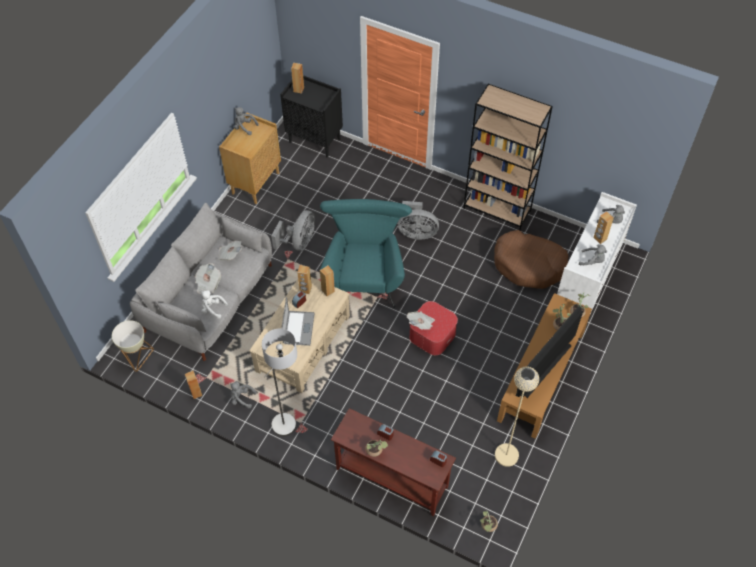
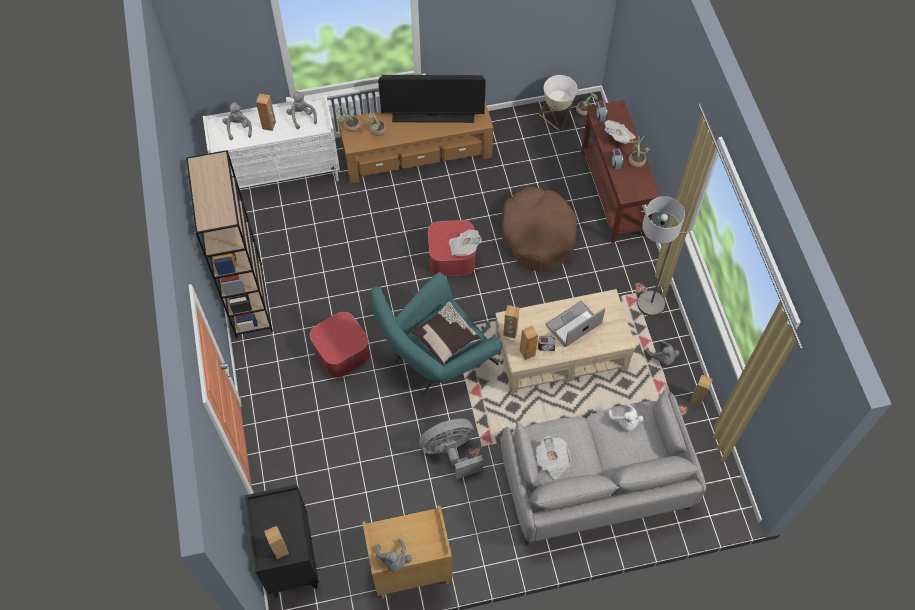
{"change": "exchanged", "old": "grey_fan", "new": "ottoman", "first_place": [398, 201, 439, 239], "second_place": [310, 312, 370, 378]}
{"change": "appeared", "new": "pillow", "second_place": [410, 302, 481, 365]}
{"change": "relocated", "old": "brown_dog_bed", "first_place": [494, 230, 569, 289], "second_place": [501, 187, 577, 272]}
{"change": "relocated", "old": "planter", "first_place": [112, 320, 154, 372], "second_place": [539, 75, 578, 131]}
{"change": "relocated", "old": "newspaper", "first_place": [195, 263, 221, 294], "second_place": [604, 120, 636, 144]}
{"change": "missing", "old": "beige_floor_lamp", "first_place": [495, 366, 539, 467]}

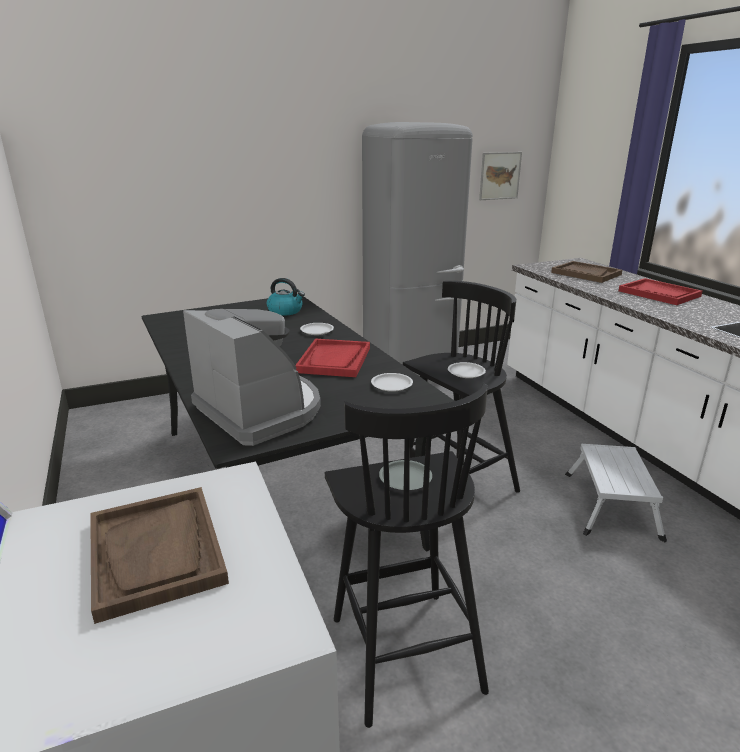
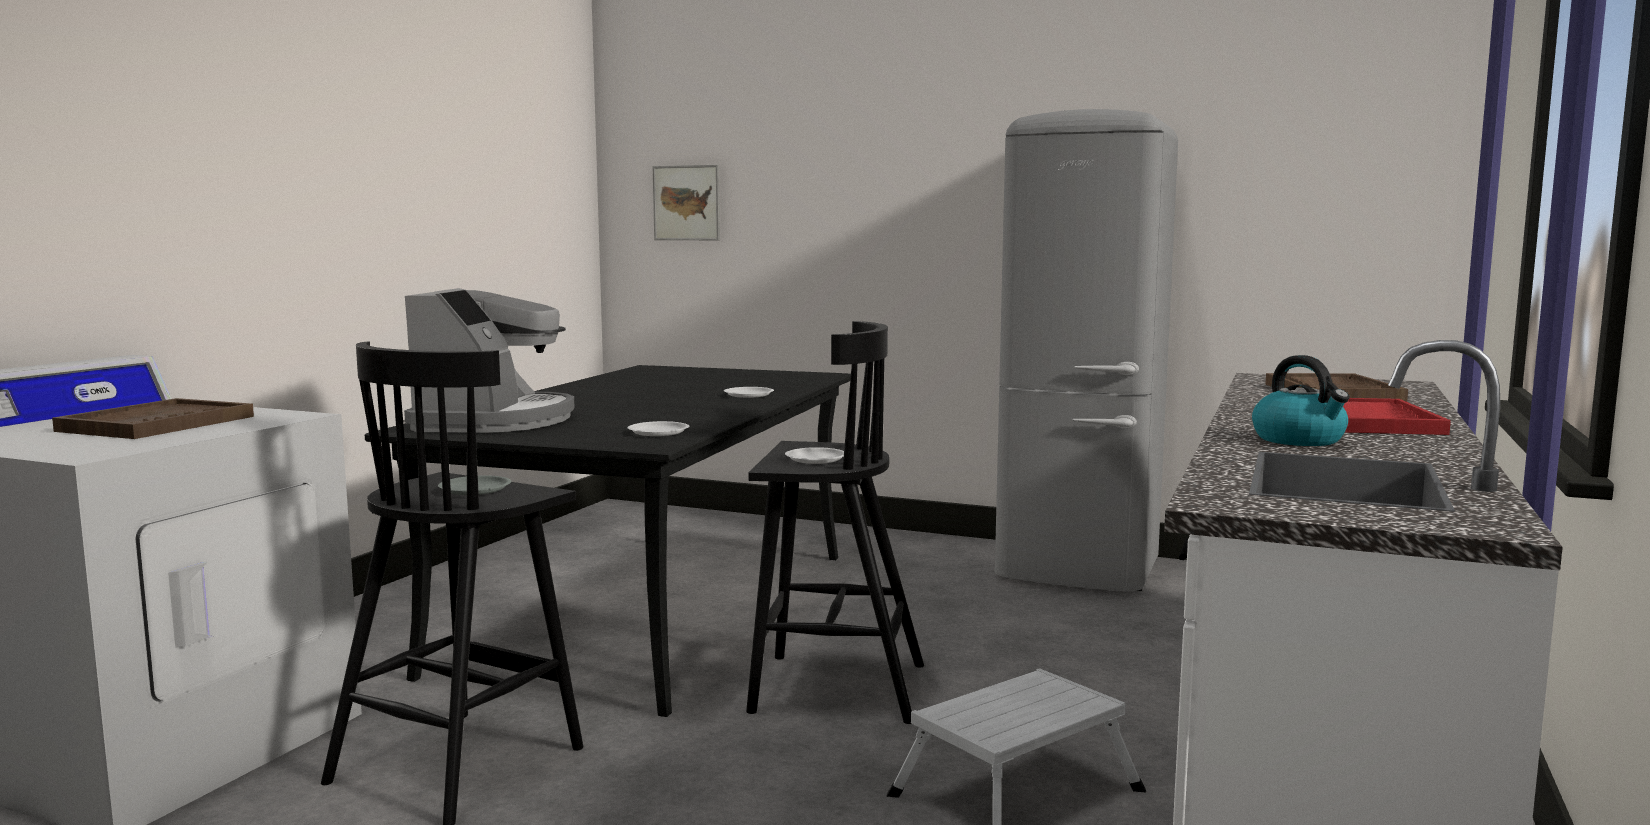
{"change": "relocated", "old": "picture", "first_place": [479, 152, 522, 200], "second_place": [652, 165, 720, 240]}
{"change": "relocated", "old": "kettle", "first_place": [267, 278, 305, 316], "second_place": [1252, 355, 1350, 446]}
{"change": "missing", "old": "red_tray", "first_place": [295, 339, 370, 377]}

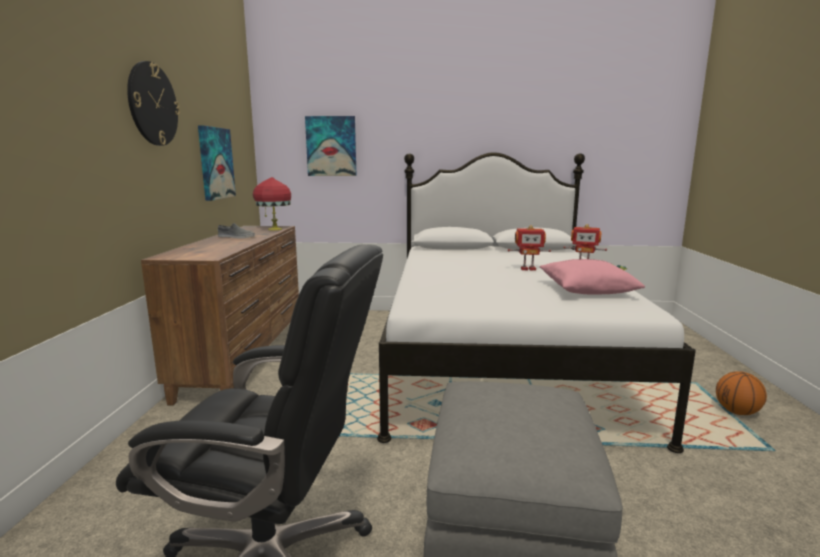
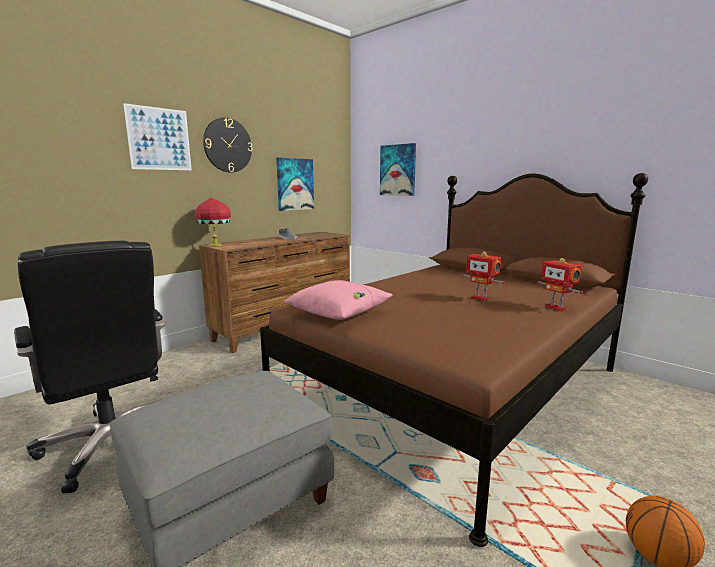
{"change": "appeared", "new": "picture", "second_place": [123, 103, 192, 170]}
{"change": "relocated", "old": "red_table_lamp", "first_place": [253, 177, 291, 230], "second_place": [195, 197, 231, 246]}
{"change": "colour", "old": "white_bed", "new": "brown_bed", "first_place": [377, 152, 696, 453], "second_place": [260, 173, 648, 547]}
{"change": "relocated", "old": "pink_pillow", "first_place": [540, 259, 645, 295], "second_place": [284, 280, 392, 320]}

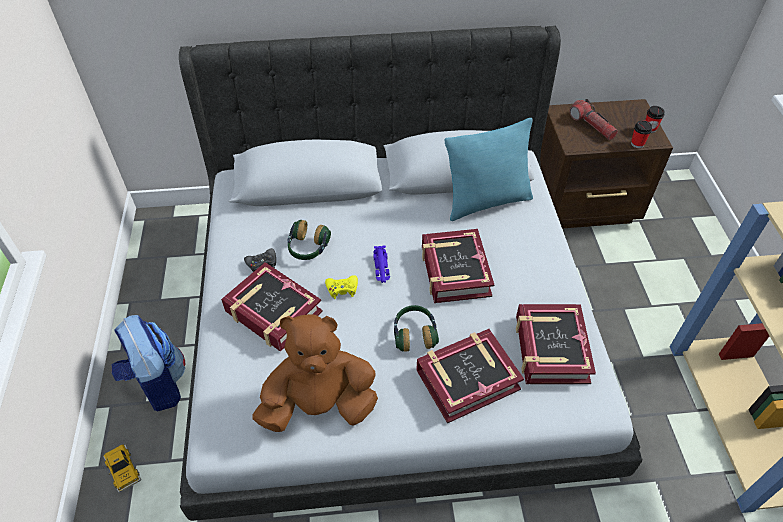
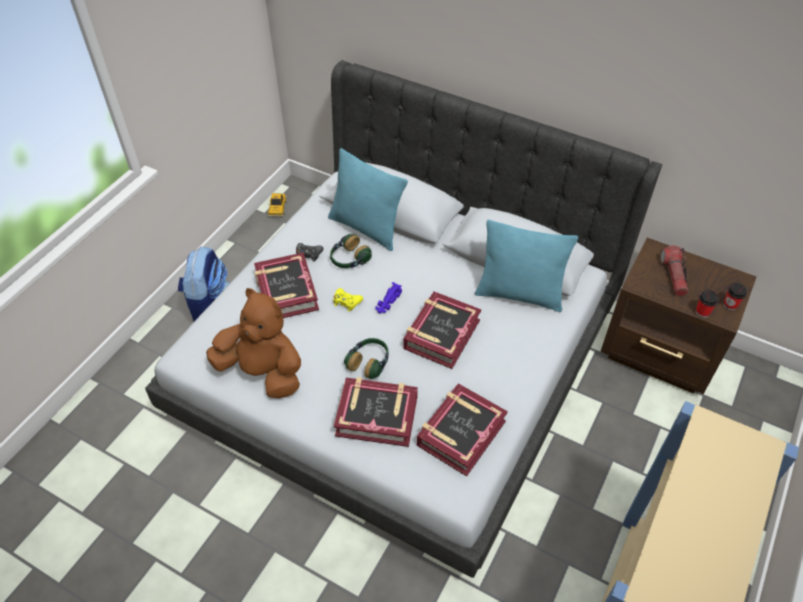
{"change": "relocated", "old": "toy_car", "first_place": [103, 444, 141, 493], "second_place": [268, 193, 287, 217]}
{"change": "appeared", "new": "turquoise_pillow", "second_place": [328, 148, 408, 251]}

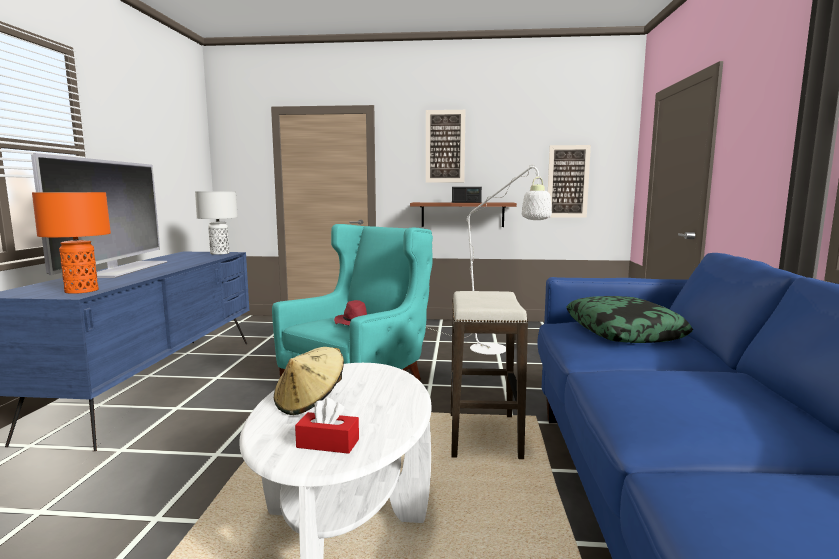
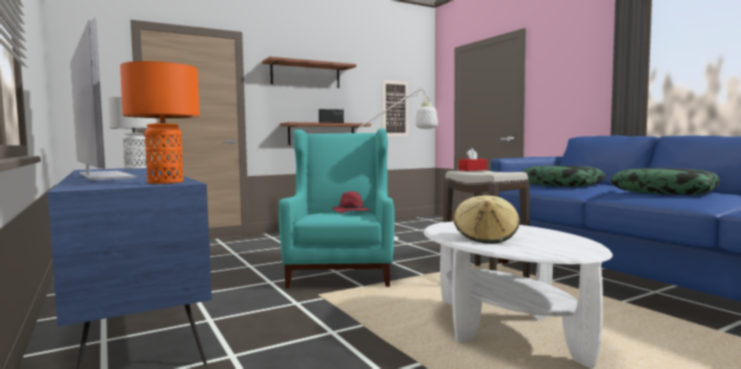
{"change": "exchanged", "old": "picture", "new": "brown_shelf", "first_place": [426, 110, 465, 182], "second_place": [262, 57, 356, 88]}
{"change": "relocated", "old": "red_tissue_box", "first_place": [295, 398, 359, 454], "second_place": [459, 149, 487, 171]}
{"change": "appeared", "new": "pillow", "second_place": [610, 168, 721, 195]}

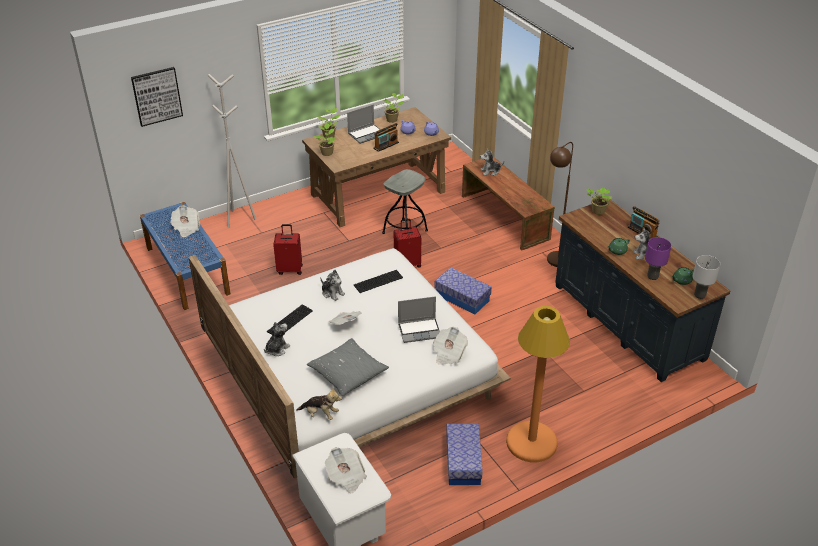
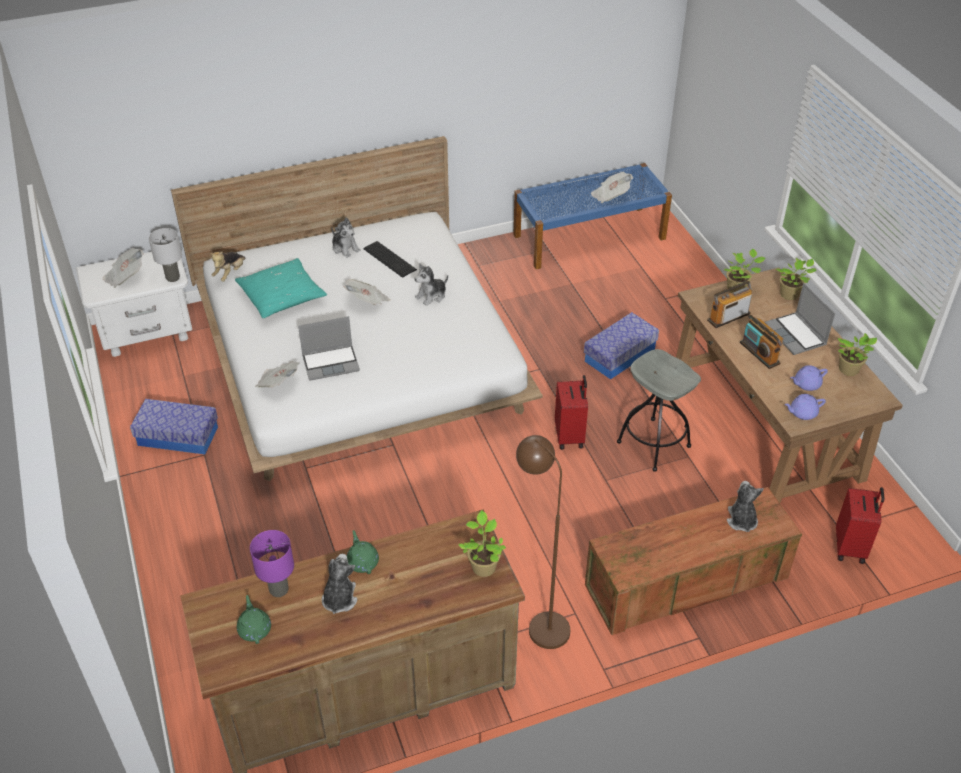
{"change": "relocated", "old": "white_table_lamp", "first_place": [692, 255, 720, 299], "second_place": [149, 228, 182, 282]}
{"change": "colour", "old": "grey_pillow", "new": "turquoise_pillow", "first_place": [307, 338, 389, 396], "second_place": [235, 258, 327, 318]}
{"change": "spun", "old": "laptop", "first_place": [398, 296, 440, 343], "second_place": [298, 316, 360, 381], "degrees": -105}
{"change": "relocated", "old": "storage_box", "first_place": [434, 267, 492, 315], "second_place": [584, 312, 659, 380]}
{"change": "relocated", "old": "radio", "first_place": [628, 206, 660, 239], "second_place": [707, 281, 752, 328]}
{"change": "relocated", "old": "red_suitcase", "first_place": [273, 224, 303, 275], "second_place": [836, 487, 884, 564]}
{"change": "missing", "old": "picture", "first_place": [131, 67, 183, 127]}
{"change": "missing", "old": "grey_clothes_rack", "first_place": [208, 74, 256, 228]}
{"change": "missing", "old": "keyboard", "first_place": [354, 270, 403, 293]}
{"change": "missing", "old": "orange_floor_lamp", "first_place": [506, 306, 570, 462]}

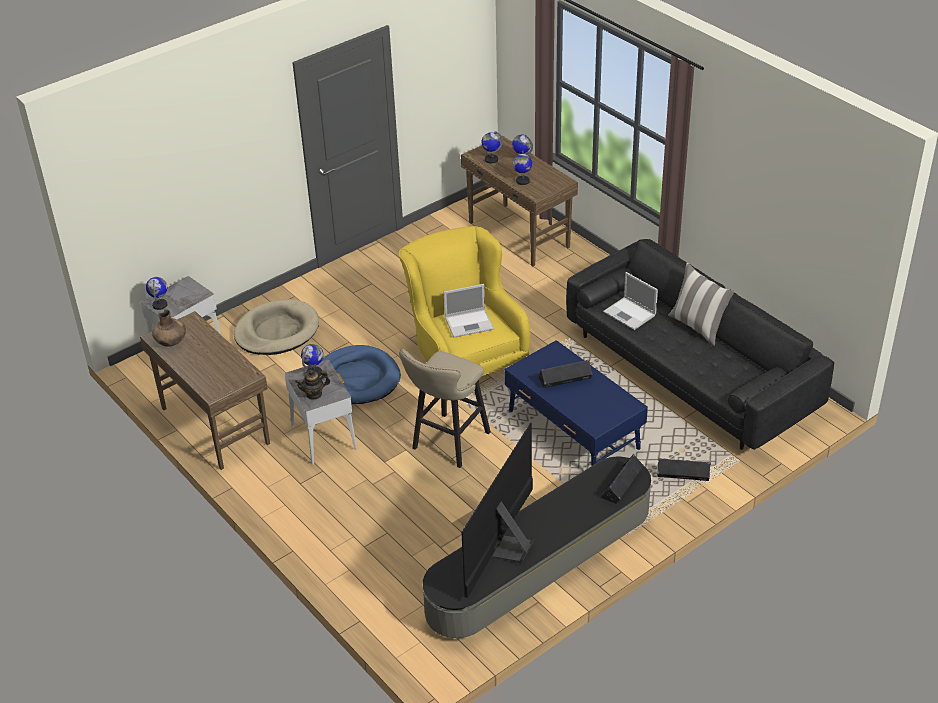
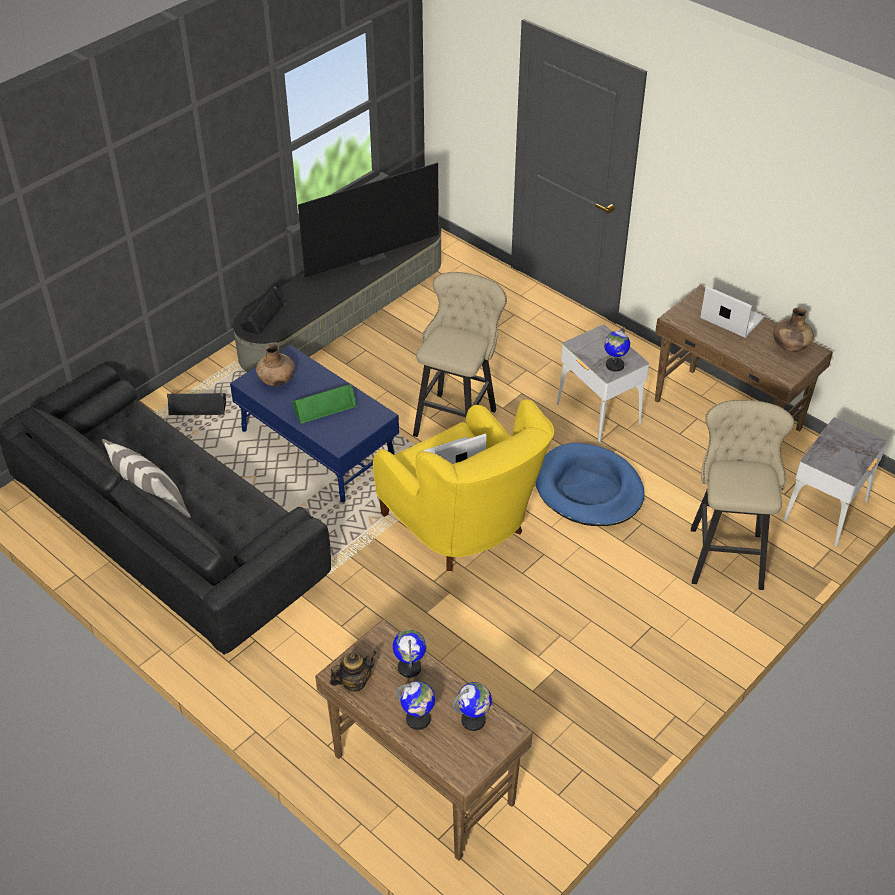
{"change": "appeared", "new": "brown_vase", "second_place": [256, 343, 295, 386]}
{"change": "colour", "old": "black_speaker", "new": "green_speaker", "first_place": [538, 360, 593, 388], "second_place": [292, 384, 357, 424]}
{"change": "spun", "old": "television", "first_place": [461, 422, 535, 598], "second_place": [298, 163, 439, 278], "degrees": 45}
{"change": "relocated", "old": "teapot", "first_place": [295, 370, 330, 400], "second_place": [330, 651, 377, 691]}
{"change": "exchanged", "old": "beige_dog_bed", "new": "beige_stool", "first_place": [234, 299, 319, 355], "second_place": [691, 400, 795, 590]}
{"change": "relocated", "old": "laptop", "first_place": [603, 272, 658, 330], "second_place": [700, 286, 765, 338]}
{"change": "missing", "old": "globe", "first_place": [146, 277, 167, 310]}

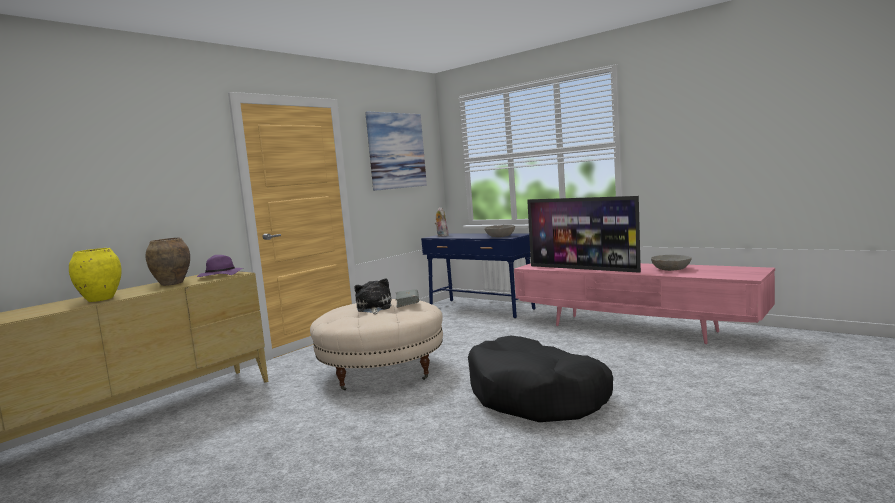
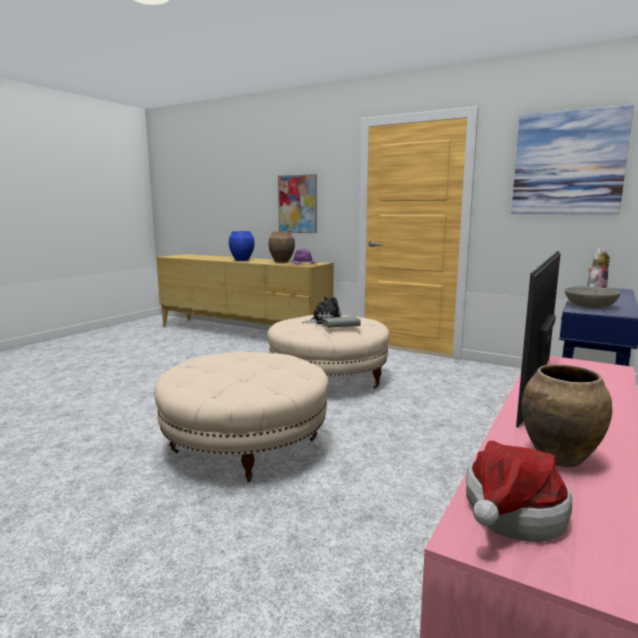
{"change": "exchanged", "old": "black_dog_bed", "new": "beige_ottoman", "first_place": [468, 336, 613, 422], "second_place": [154, 352, 328, 482]}
{"change": "colour", "old": "yellow_vase", "new": "blue_vase", "first_place": [69, 248, 122, 302], "second_place": [229, 231, 255, 261]}
{"change": "appeared", "new": "picture", "second_place": [278, 174, 317, 233]}
{"change": "appeared", "new": "hat", "second_place": [466, 440, 572, 542]}
{"change": "exchanged", "old": "grey_bowl", "new": "brown_vase", "first_place": [651, 255, 692, 271], "second_place": [522, 364, 612, 467]}

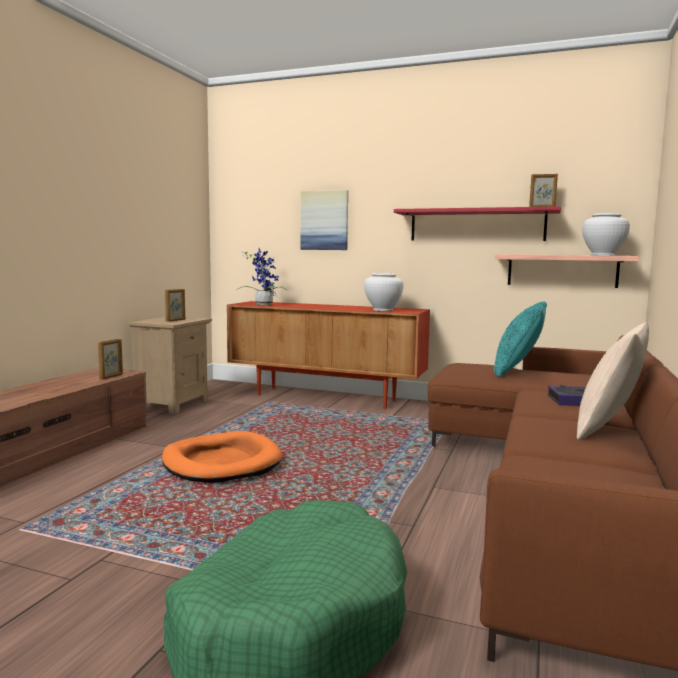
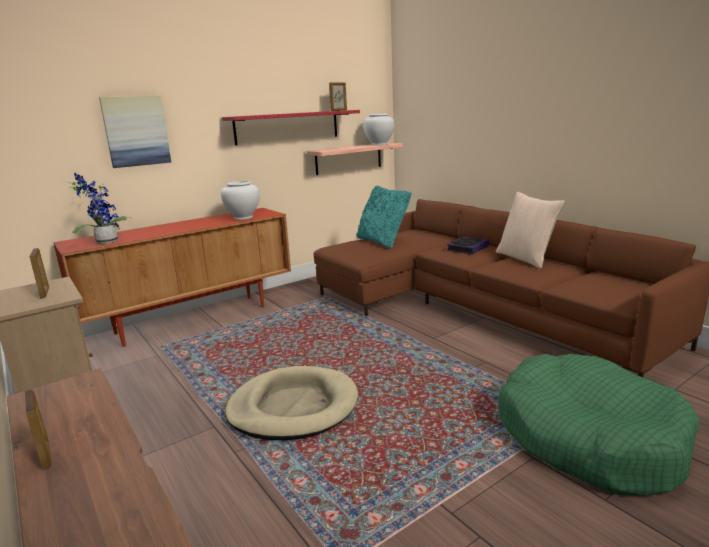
{"change": "relocated", "old": "picture_frame", "first_place": [98, 339, 123, 380], "second_place": [25, 390, 51, 470]}
{"change": "colour", "old": "orange_dog_bed", "new": "beige_dog_bed", "first_place": [162, 431, 282, 483], "second_place": [225, 366, 358, 440]}

